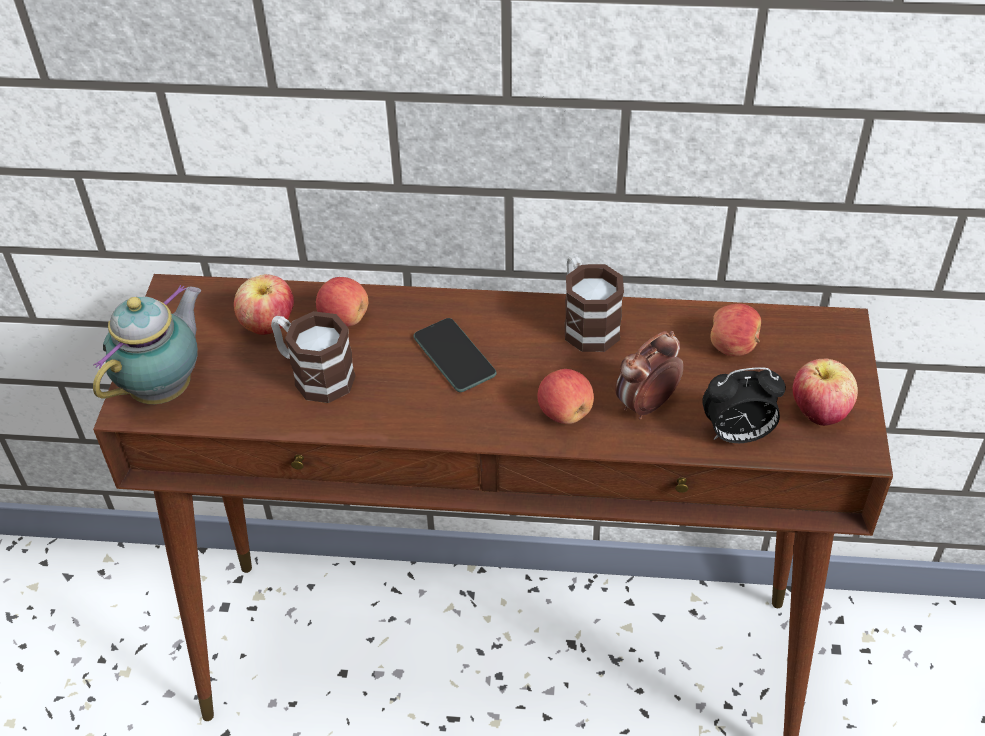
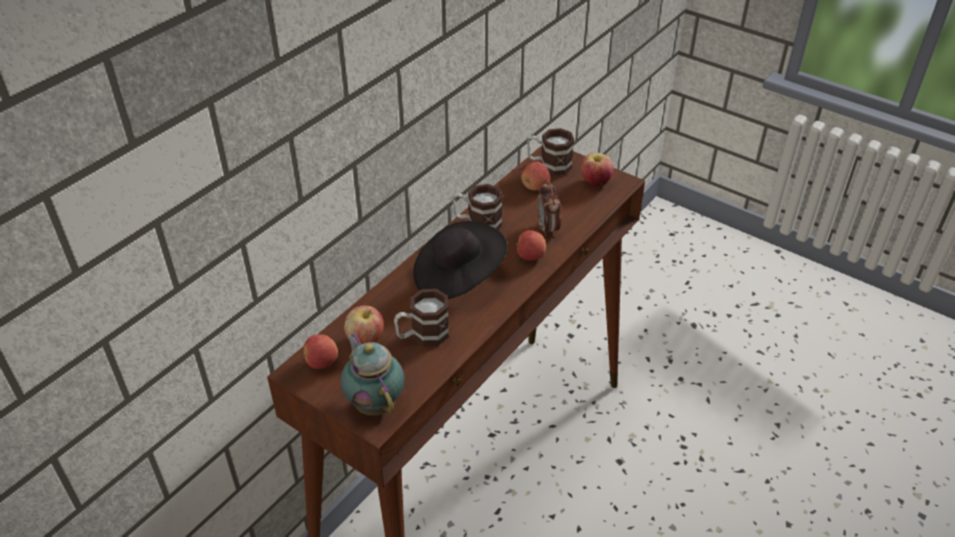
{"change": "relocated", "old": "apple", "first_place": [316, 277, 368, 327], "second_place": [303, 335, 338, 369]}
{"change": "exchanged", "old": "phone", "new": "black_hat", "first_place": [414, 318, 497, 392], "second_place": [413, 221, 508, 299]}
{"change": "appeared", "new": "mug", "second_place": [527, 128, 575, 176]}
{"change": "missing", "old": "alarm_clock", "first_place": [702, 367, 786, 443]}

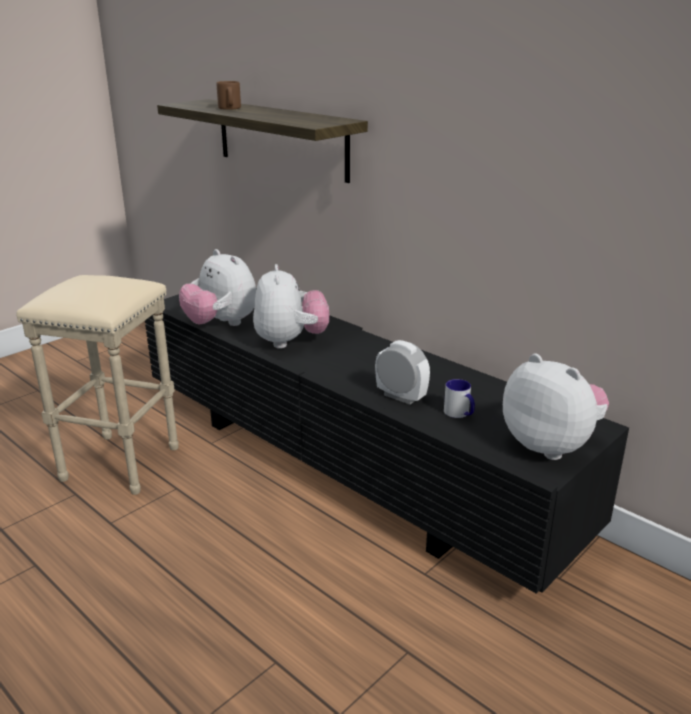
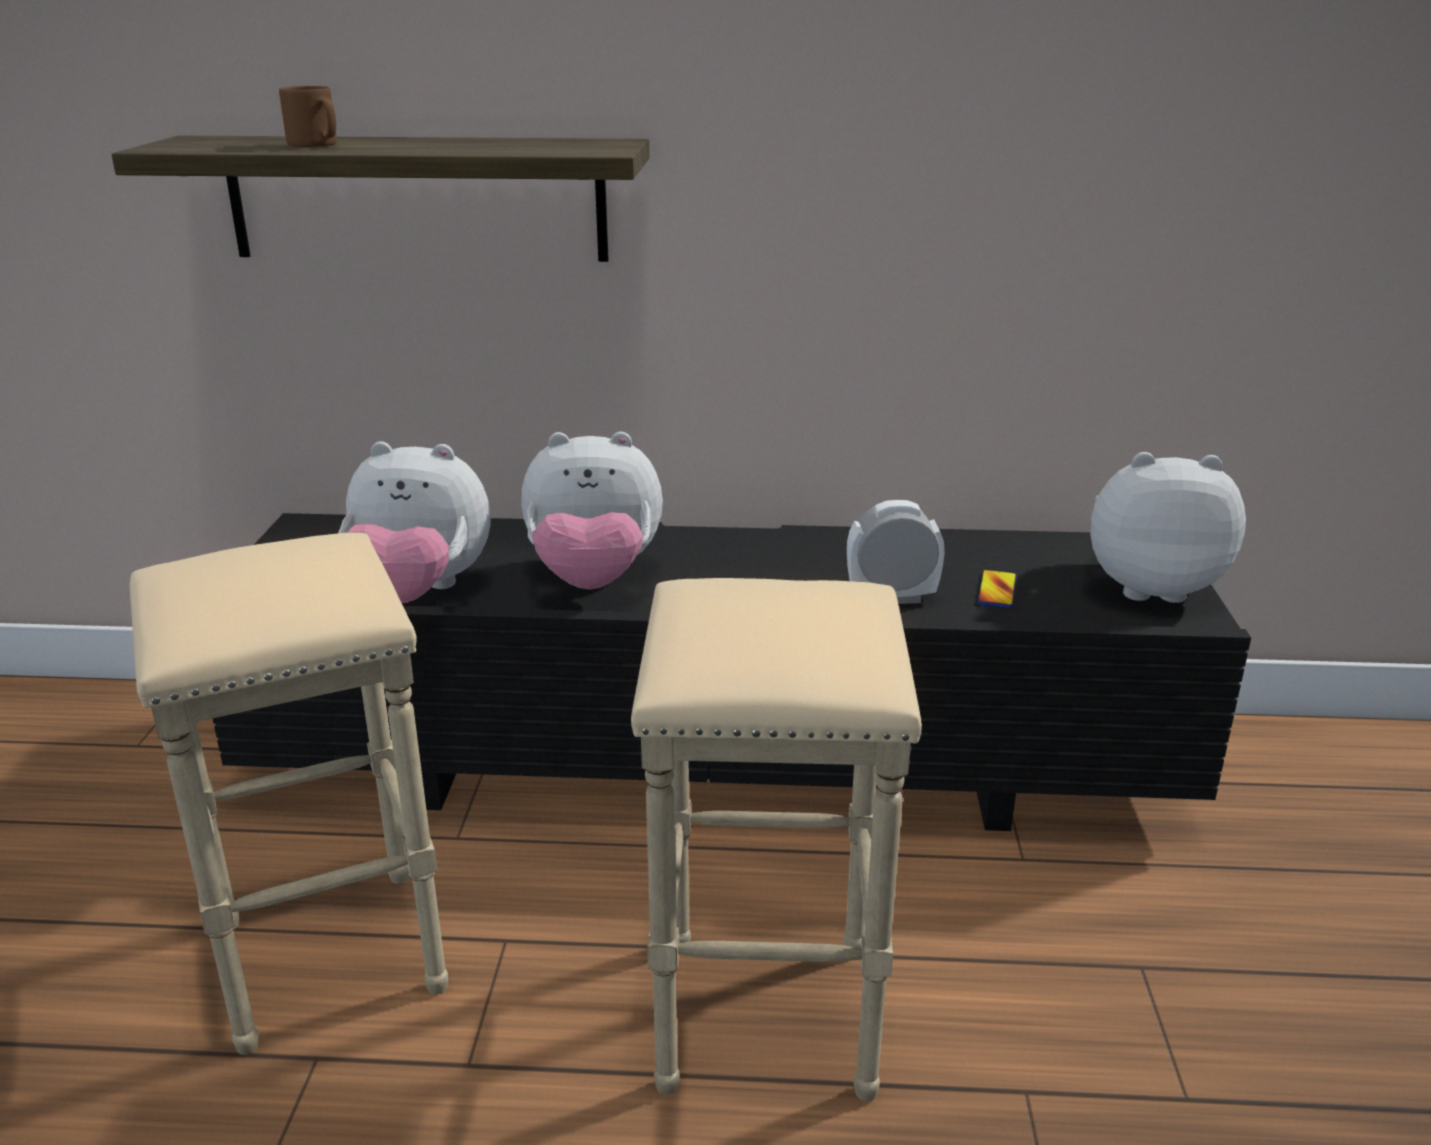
{"change": "spun", "old": "plush_toy", "first_place": [253, 264, 329, 349], "second_place": [521, 432, 663, 590], "degrees": 135}
{"change": "appeared", "new": "beige_stool", "second_place": [631, 578, 922, 1102]}
{"change": "exchanged", "old": "mug", "new": "phone", "first_place": [444, 379, 475, 418], "second_place": [977, 570, 1017, 608]}

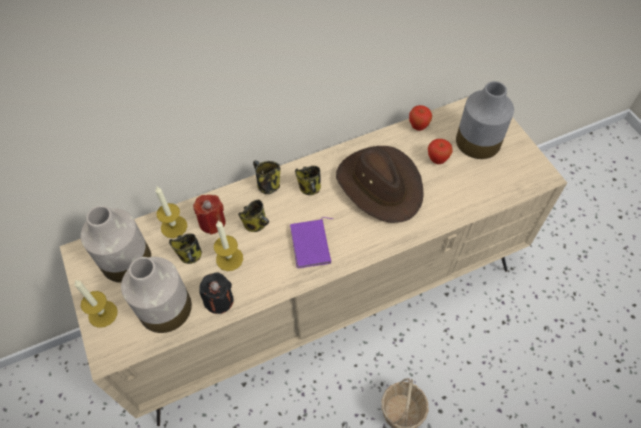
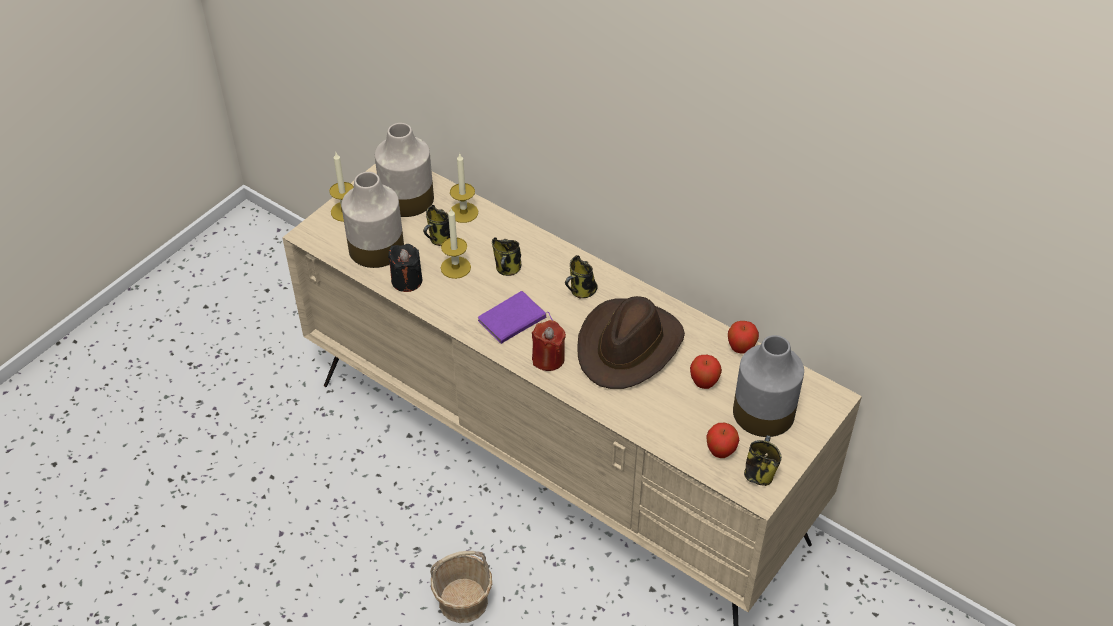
{"change": "relocated", "old": "red_candle", "first_place": [193, 195, 226, 235], "second_place": [532, 320, 566, 371]}
{"change": "appeared", "new": "apple", "second_place": [706, 423, 739, 458]}
{"change": "relocated", "old": "mug", "first_place": [253, 160, 281, 194], "second_place": [744, 435, 782, 486]}

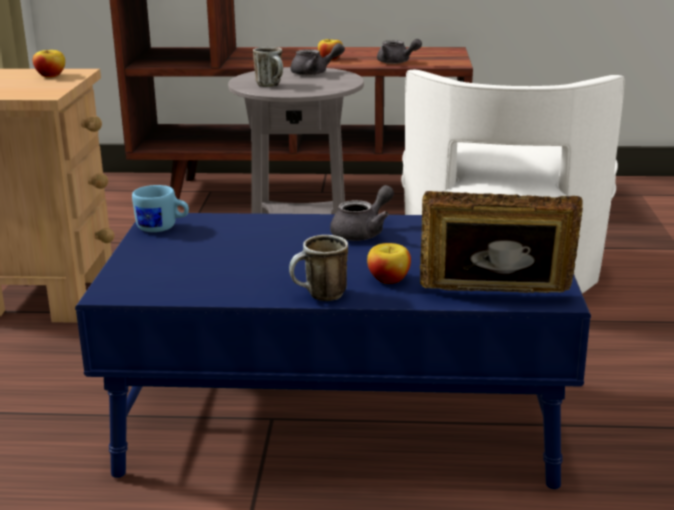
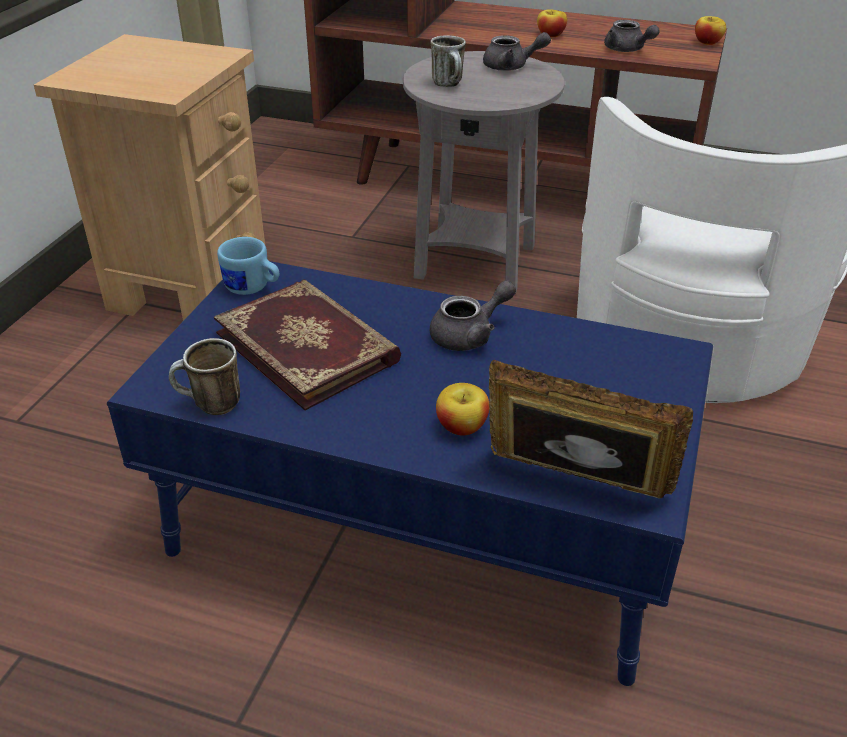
{"change": "relocated", "old": "mug", "first_place": [289, 235, 348, 301], "second_place": [169, 338, 240, 415]}
{"change": "appeared", "new": "book", "second_place": [214, 280, 401, 411]}
{"change": "relocated", "old": "apple", "first_place": [33, 50, 65, 78], "second_place": [695, 16, 726, 45]}

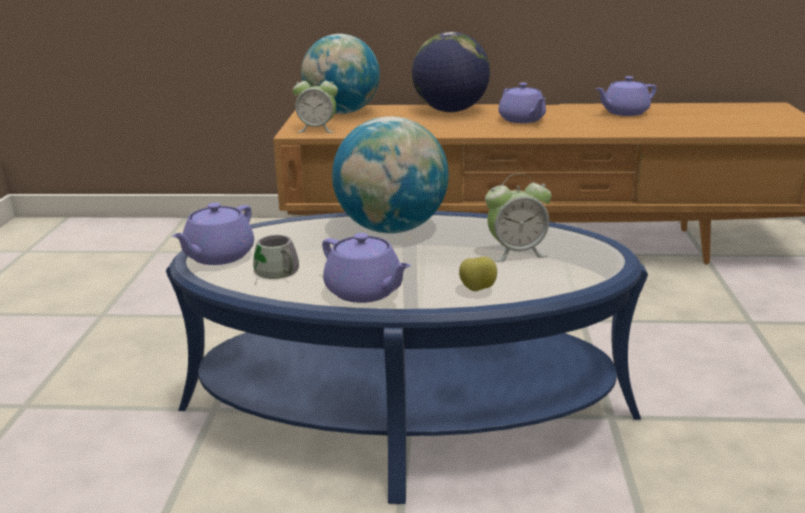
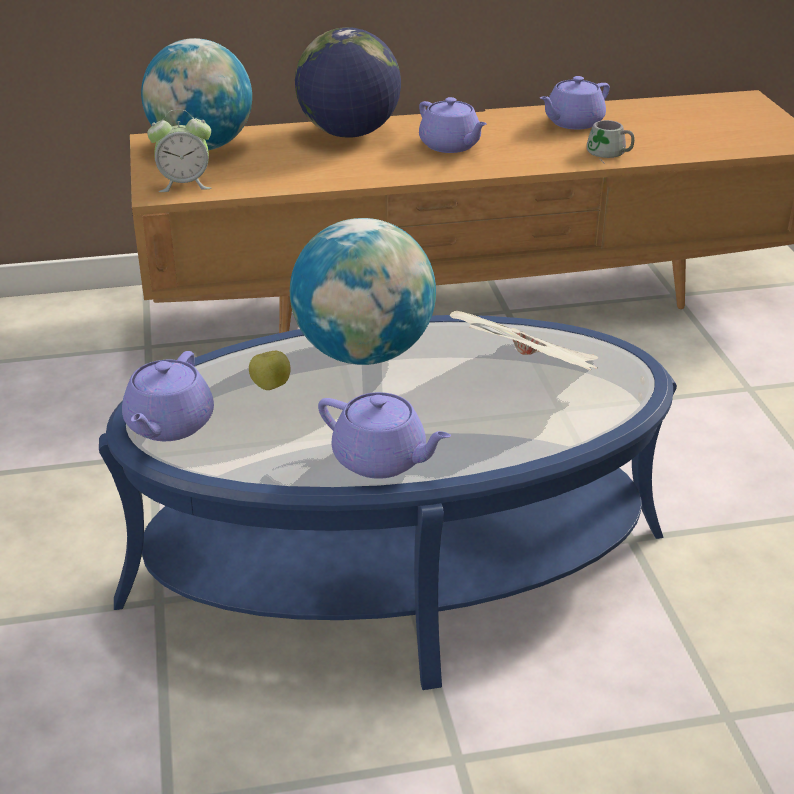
{"change": "relocated", "old": "apple", "first_place": [459, 257, 497, 291], "second_place": [249, 351, 291, 390]}
{"change": "exchanged", "old": "alarm_clock", "new": "newspaper", "first_place": [485, 173, 552, 262], "second_place": [450, 311, 599, 371]}
{"change": "relocated", "old": "grey_mug", "first_place": [253, 235, 299, 285], "second_place": [587, 120, 634, 164]}

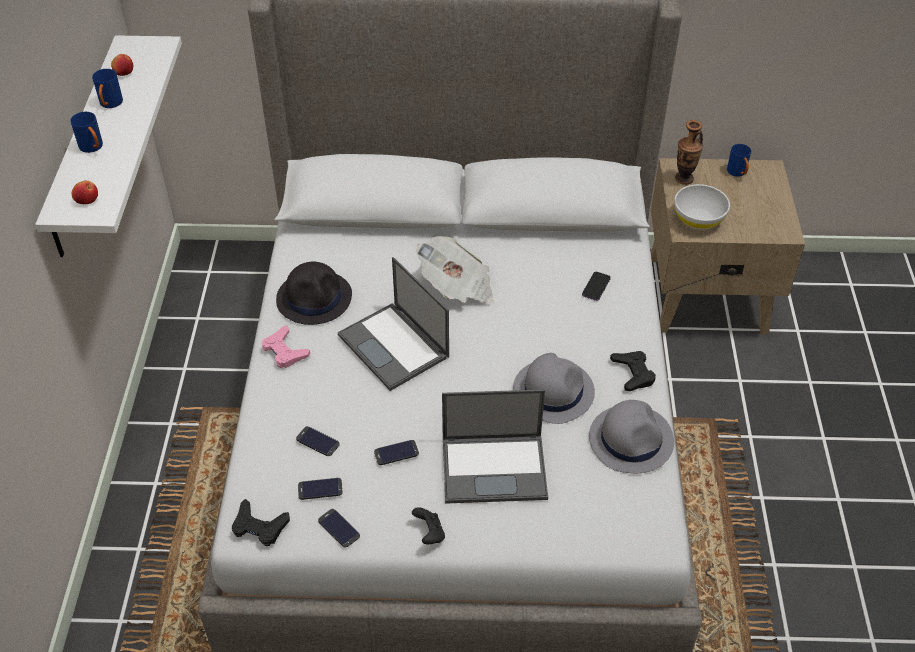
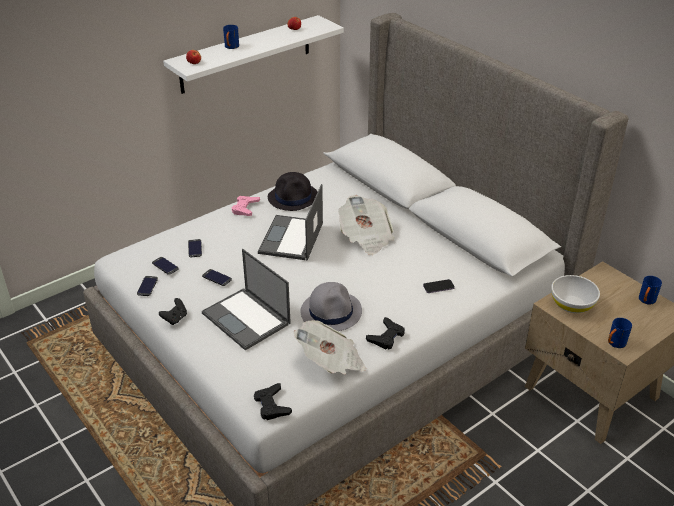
{"change": "relocated", "old": "black_game_controller", "first_place": [232, 499, 290, 546], "second_place": [254, 383, 292, 420]}
{"change": "exchanged", "old": "grey_hat", "new": "newspaper", "first_place": [589, 400, 674, 473], "second_place": [294, 320, 366, 374]}
{"change": "relocated", "old": "blue_mug", "first_place": [92, 69, 123, 108], "second_place": [608, 318, 632, 348]}
{"change": "missing", "old": "vase", "first_place": [675, 120, 703, 185]}

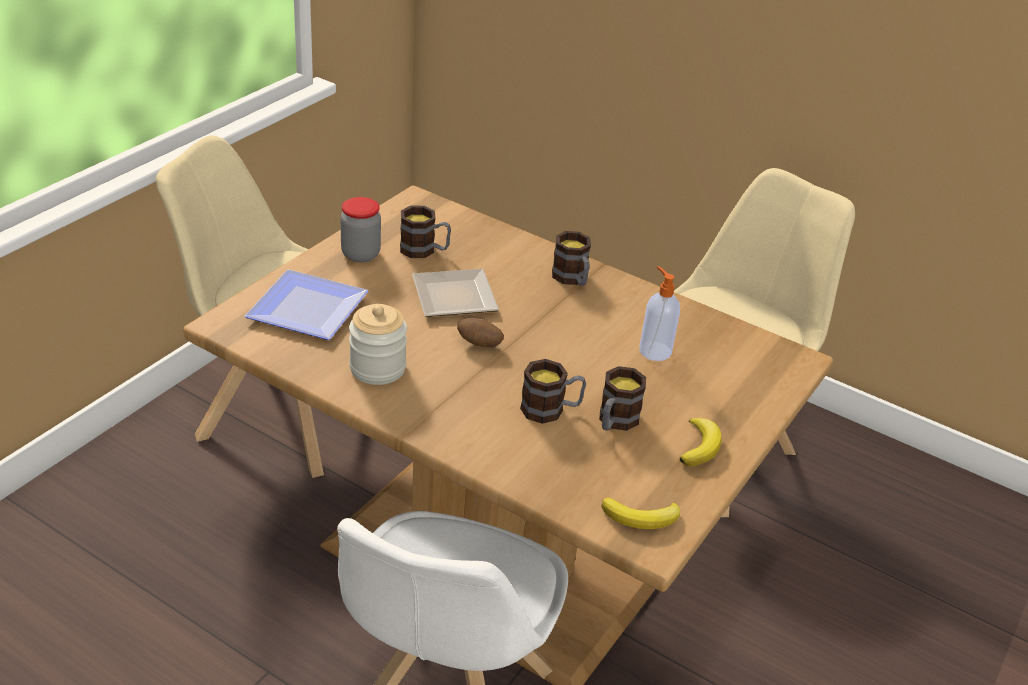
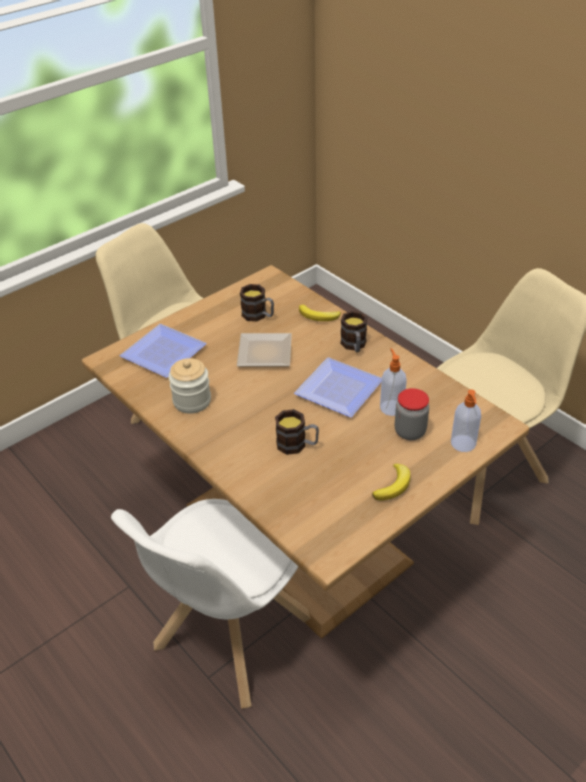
{"change": "appeared", "new": "plate", "second_place": [294, 357, 382, 417]}
{"change": "relocated", "old": "banana", "first_place": [601, 497, 680, 529], "second_place": [299, 305, 341, 321]}
{"change": "relocated", "old": "jar", "first_place": [340, 197, 381, 263], "second_place": [395, 388, 429, 440]}
{"change": "appeared", "new": "soap_dispenser", "second_place": [451, 390, 481, 452]}
{"change": "missing", "old": "potato", "first_place": [457, 318, 504, 347]}
{"change": "missing", "old": "mug", "first_place": [599, 366, 646, 431]}

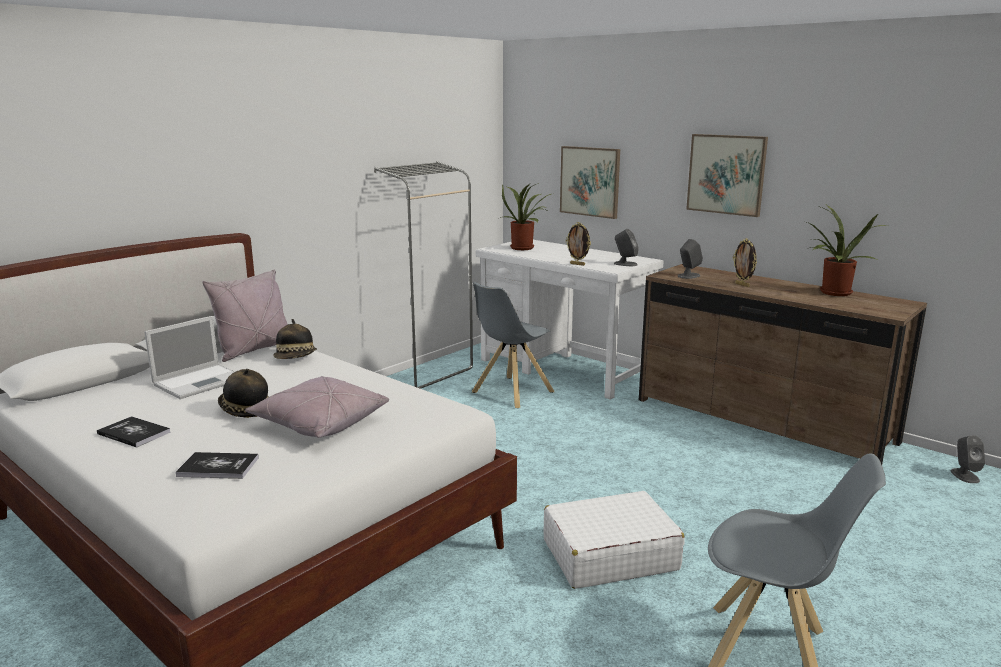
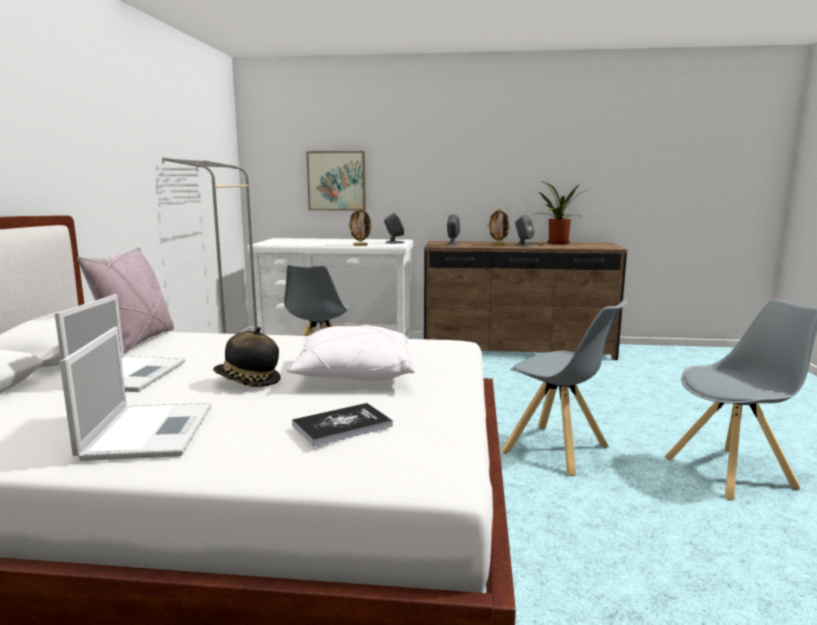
{"change": "exchanged", "old": "book", "new": "laptop", "first_place": [97, 416, 171, 448], "second_place": [60, 327, 211, 461]}
{"change": "colour", "old": "purple_pillow", "new": "white_pillow", "first_place": [245, 376, 389, 438], "second_place": [287, 325, 415, 381]}
{"change": "exchanged", "old": "white_suitcase", "new": "grey_chair", "first_place": [543, 491, 685, 589], "second_place": [501, 299, 628, 476]}
{"change": "relocated", "old": "grey_speaker", "first_place": [951, 435, 985, 483], "second_place": [514, 215, 535, 247]}
{"change": "missing", "old": "hat", "first_place": [273, 319, 317, 359]}
{"change": "missing", "old": "potted_plant", "first_place": [500, 183, 551, 250]}
{"change": "missing", "old": "picture", "first_place": [686, 134, 768, 217]}

